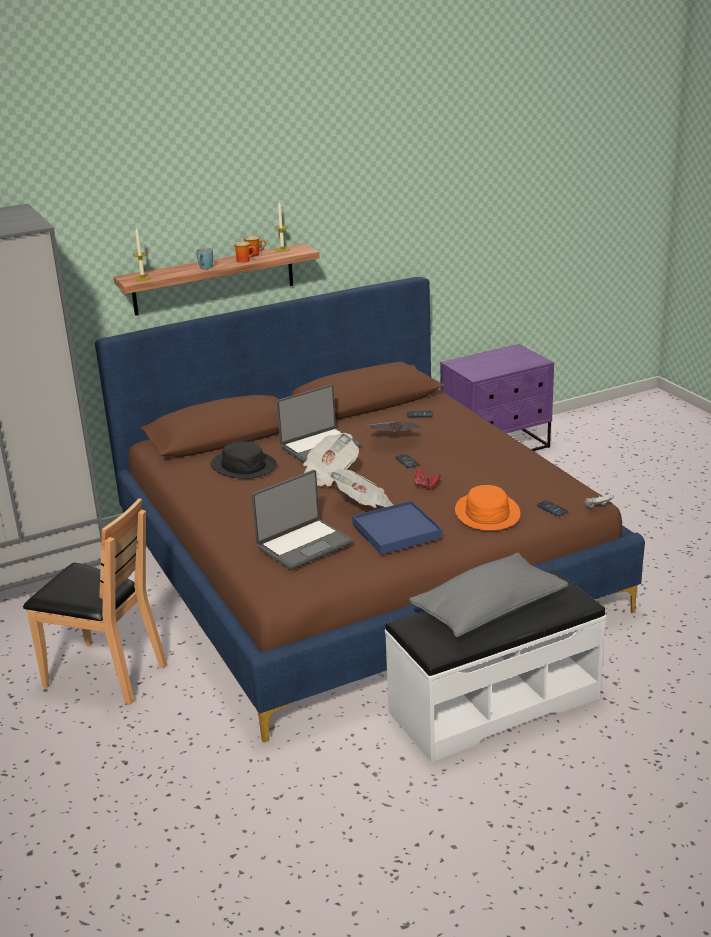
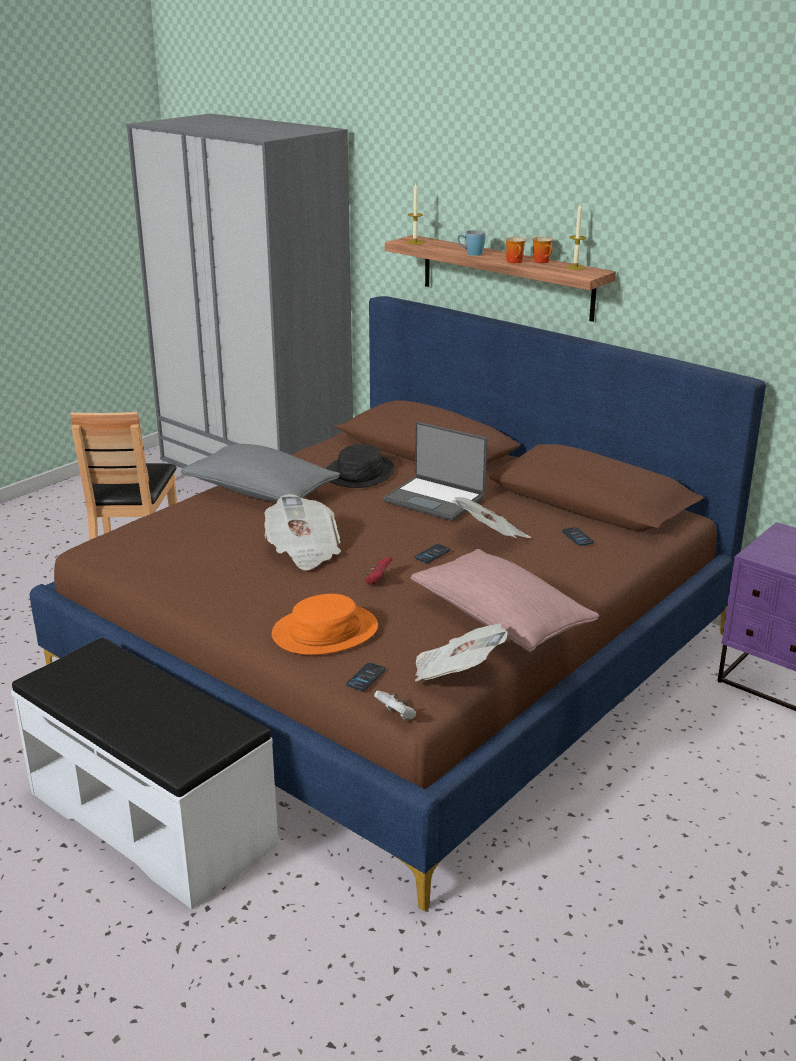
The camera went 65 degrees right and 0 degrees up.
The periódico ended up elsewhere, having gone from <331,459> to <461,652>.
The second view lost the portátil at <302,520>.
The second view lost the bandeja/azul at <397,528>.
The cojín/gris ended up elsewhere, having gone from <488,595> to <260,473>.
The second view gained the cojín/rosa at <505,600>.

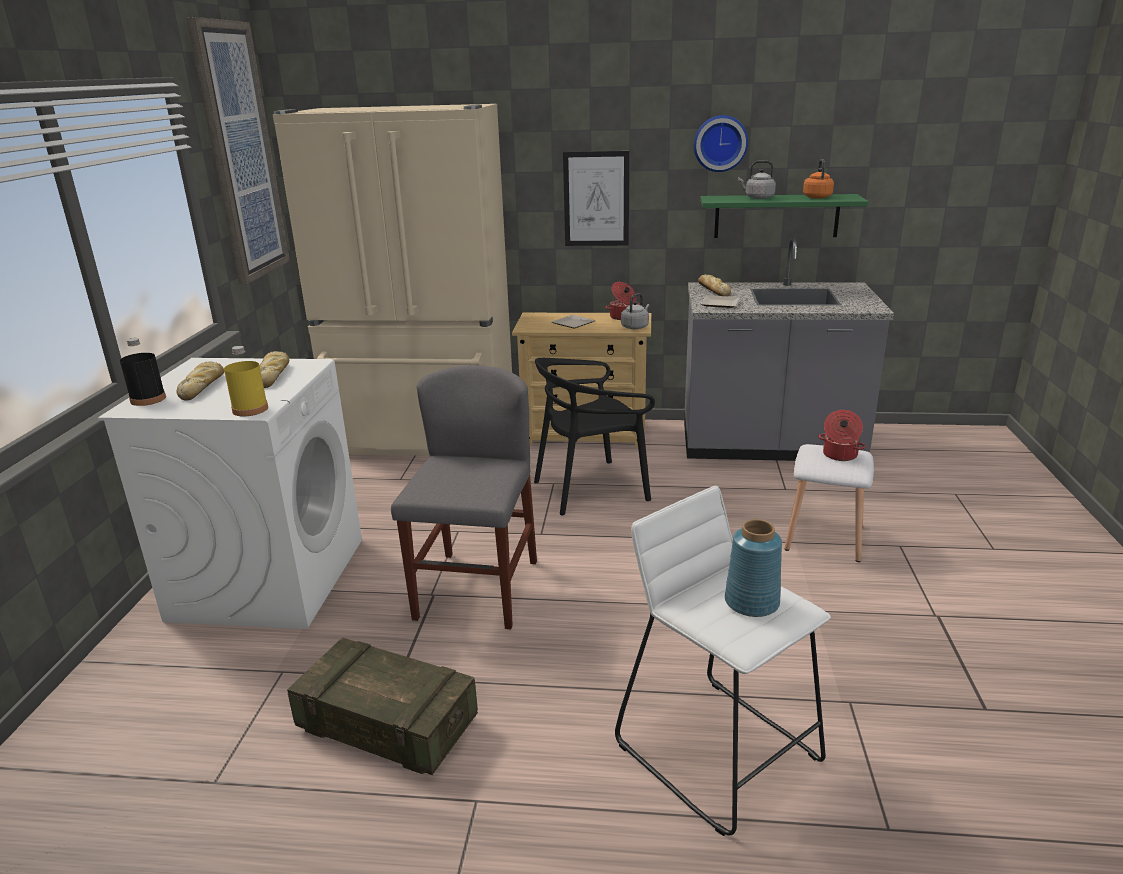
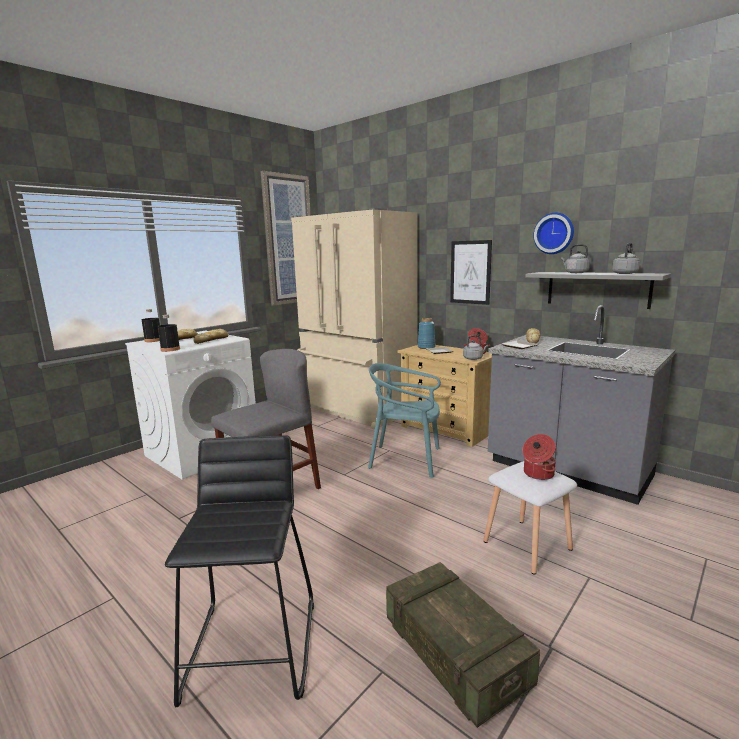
The camera went 35 degrees right and 10 degrees down.
What was the hervidor/naranja at <818,178> turned into the hervidor/gris at <626,258>.
What was the estante/verde at <784,216> turned into the estante/gris at <598,290>.
What was the botella/amarillo at <246,381> turned into the botella/negro at <169,333>.
What was the silla/negro at <594,436> turned into the silla/turquesa at <404,420>.
What was the taburete/blanco at <723,661> turned into the taburete/negro at <239,571>.
The florero/azul ended up elsewhere, having gone from <753,568> to <426,333>.
The caja de embalaje ended up elsewhere, having gone from <382,706> to <463,645>.

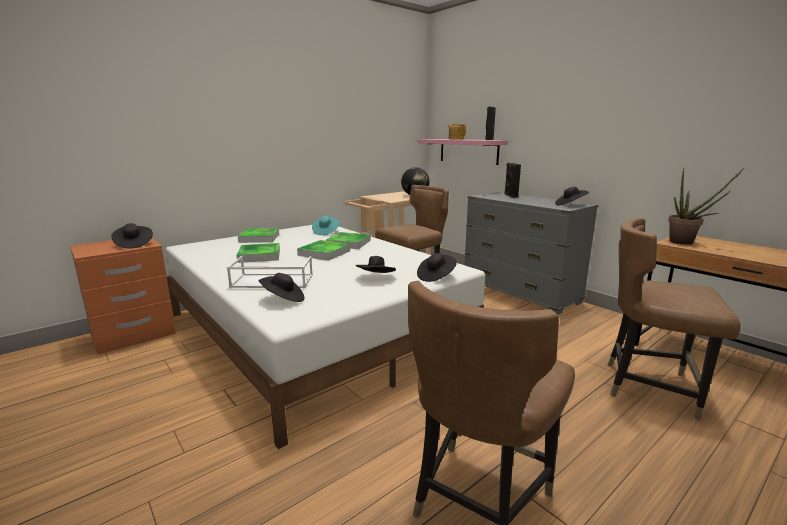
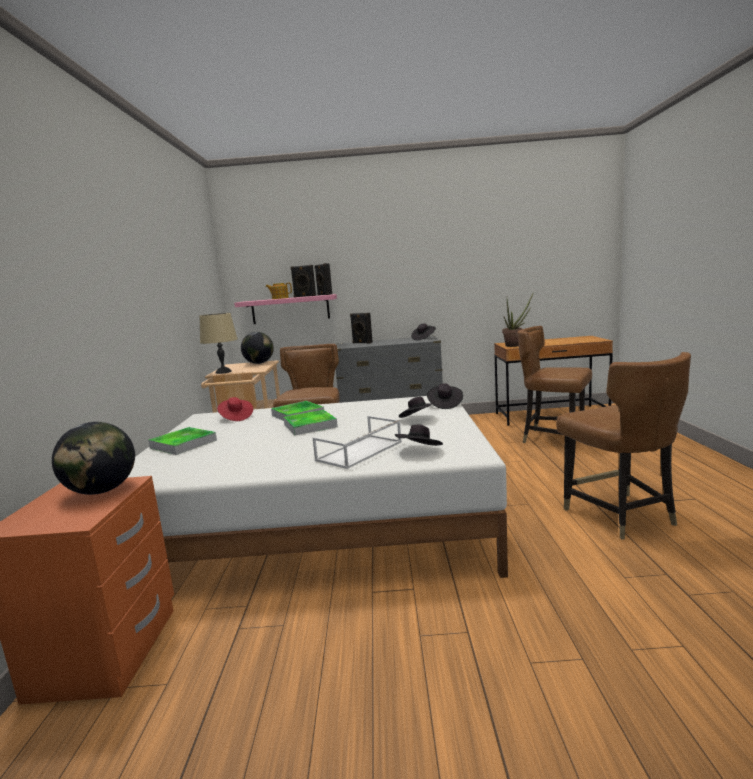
The camera went 50 degrees left and 5 degrees down.
What was the sombrero/turquesa at <326,225> turned into the sombrero/rojo at <235,409>.
The silla/marrón at <674,319> ended up facing another way, 60 degrees clockwise from before.
Where the sombrero/negro stood at <132,236>, the globo terráqueo came to stand at <93,458>.
The second view lost the bandeja at <258,253>.
The second view gained the altavoz/negro at <303,281>.
The second view gained the lámpara de mesa/beis at <218,343>.

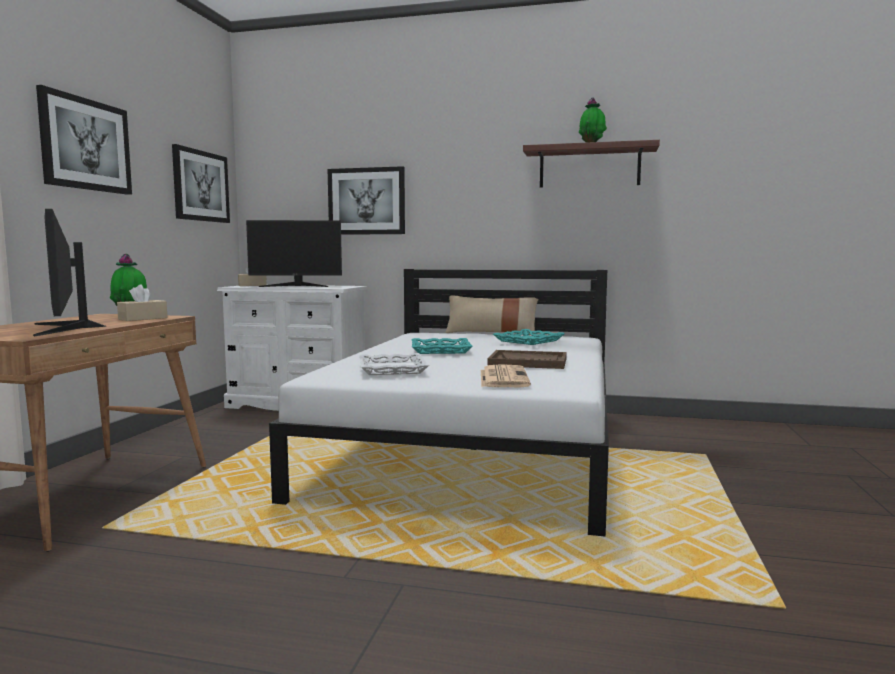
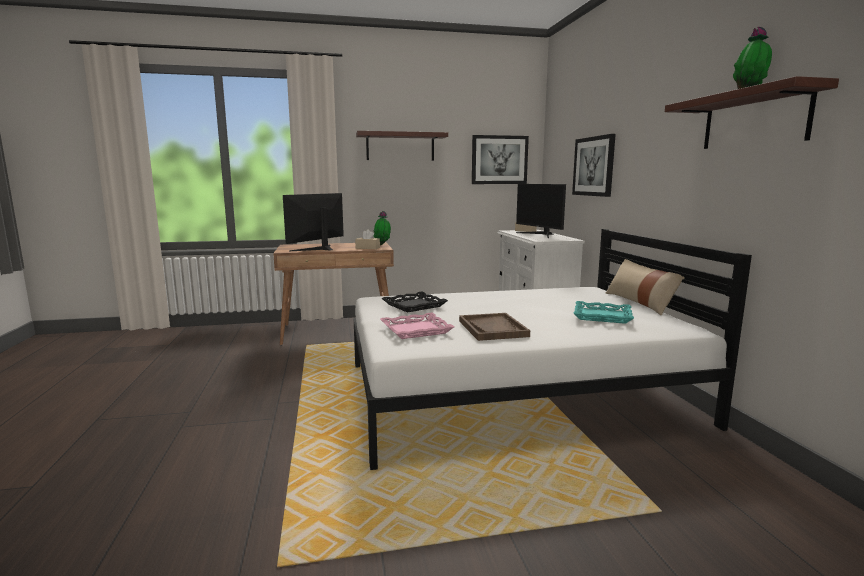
The camera went 65 degrees right and 5 degrees up.
Where the cuadro hung at <84,140>, the estante came to hang at <402,146>.
The second view lost the bandeja/turquesa at <442,346>.
What was the bandeja/blanco at <394,364> turned into the bandeja/negro at <414,302>.
Where the periódico stood at <506,375>, the bandeja/rosa came to stand at <417,325>.

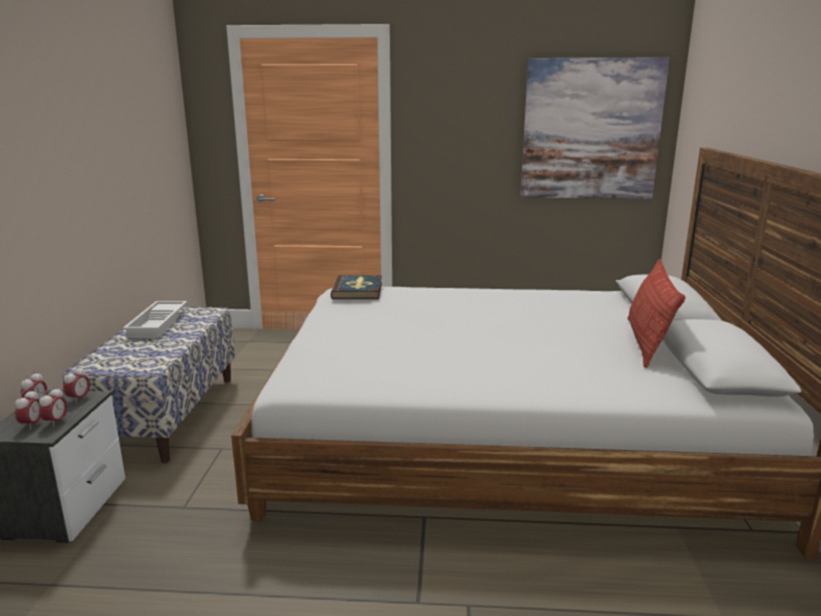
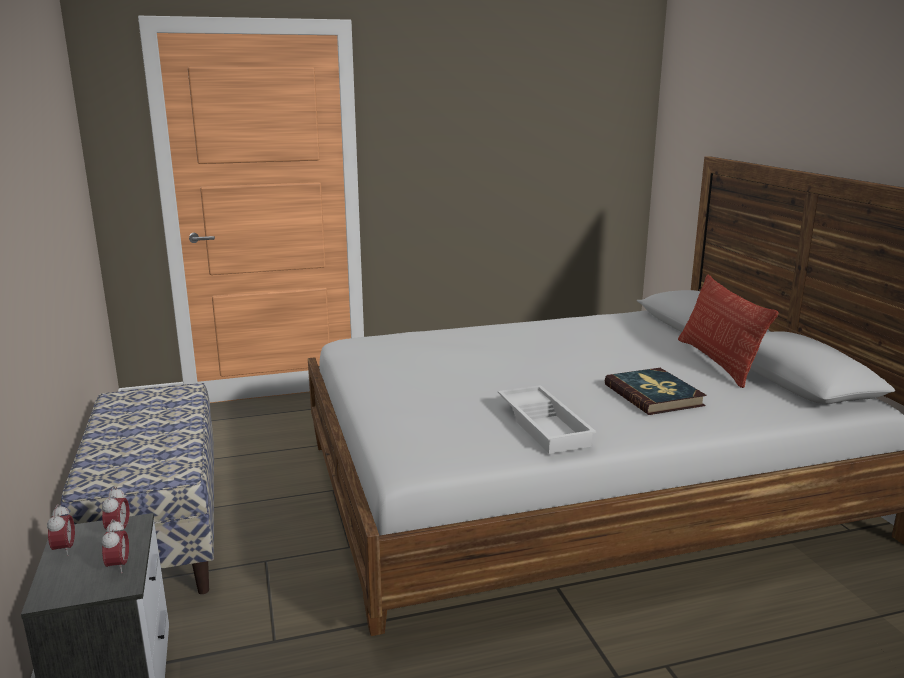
The camera went 20 degrees left and 0 degrees up.
The second view lost the cuadro at <595,128>.
The libro ended up elsewhere, having gone from <356,287> to <655,391>.
The bandeja/blanco ended up elsewhere, having gone from <155,319> to <547,419>.
The second view lost the despertador at <28,409>.

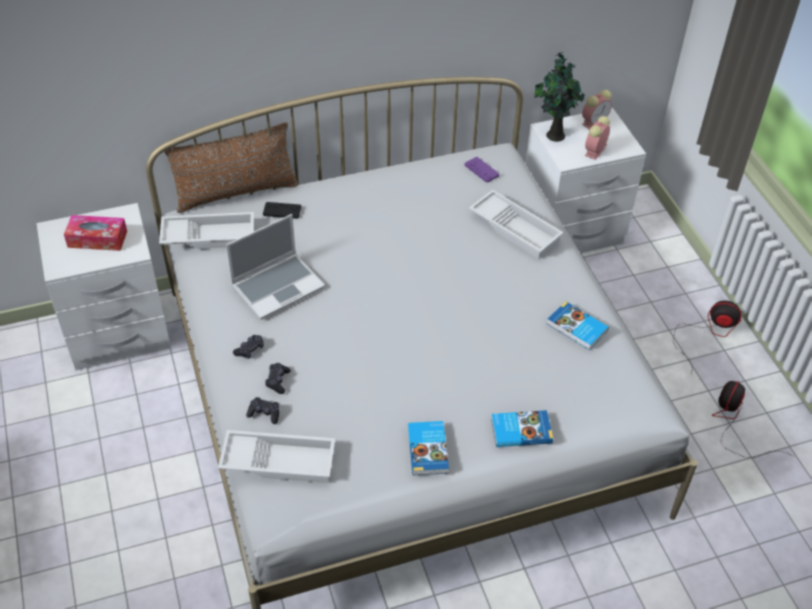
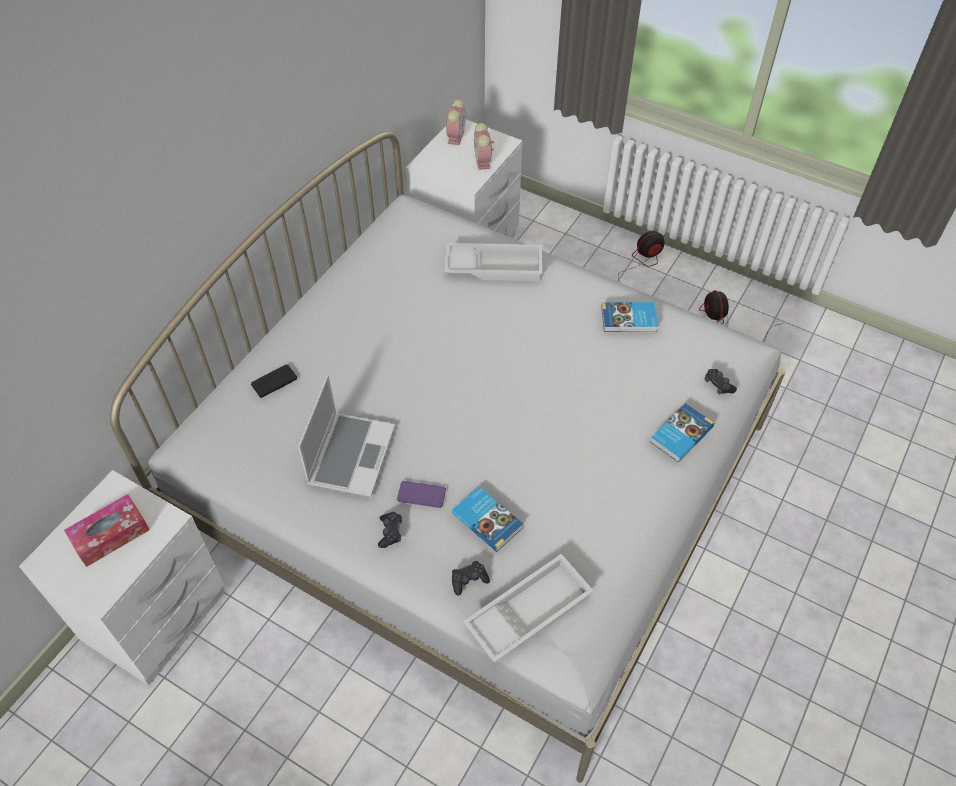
The camera went 40 degrees left and 5 degrees up.
The second view lost the planta en maceta at <559,97>.
The second view lost the cojín/marrón at <231,167>.
The mando de consola/morado ended up elsewhere, having gone from <482,170> to <421,494>.
The second view lost the bandeja/blanco at <206,230>.
The mando de consola/negro ended up elsewhere, having gone from <278,378> to <721,382>.
The libro ended up elsewhere, having gone from <428,448> to <487,519>.

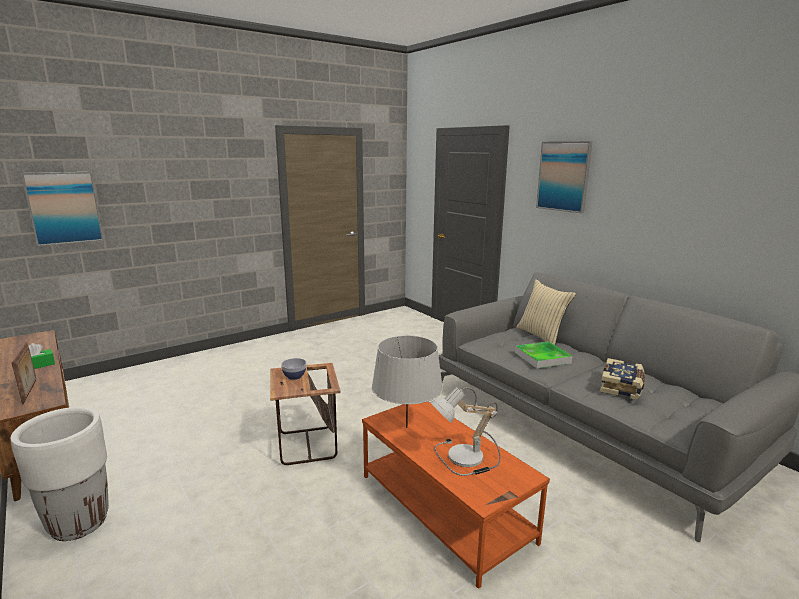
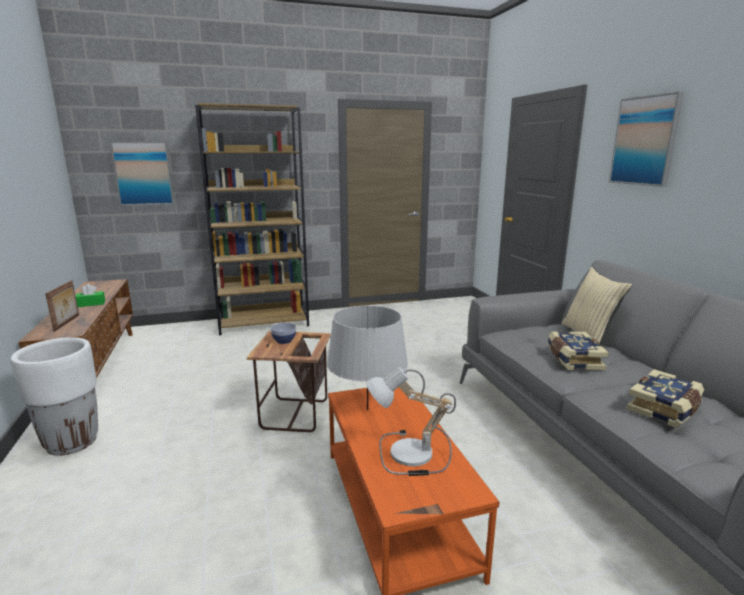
The camera went 20 degrees right and 0 degrees up.
Where the bandeja stood at <543,355>, the libro came to stand at <578,350>.
The second view gained the estantería/marrón at <252,219>.

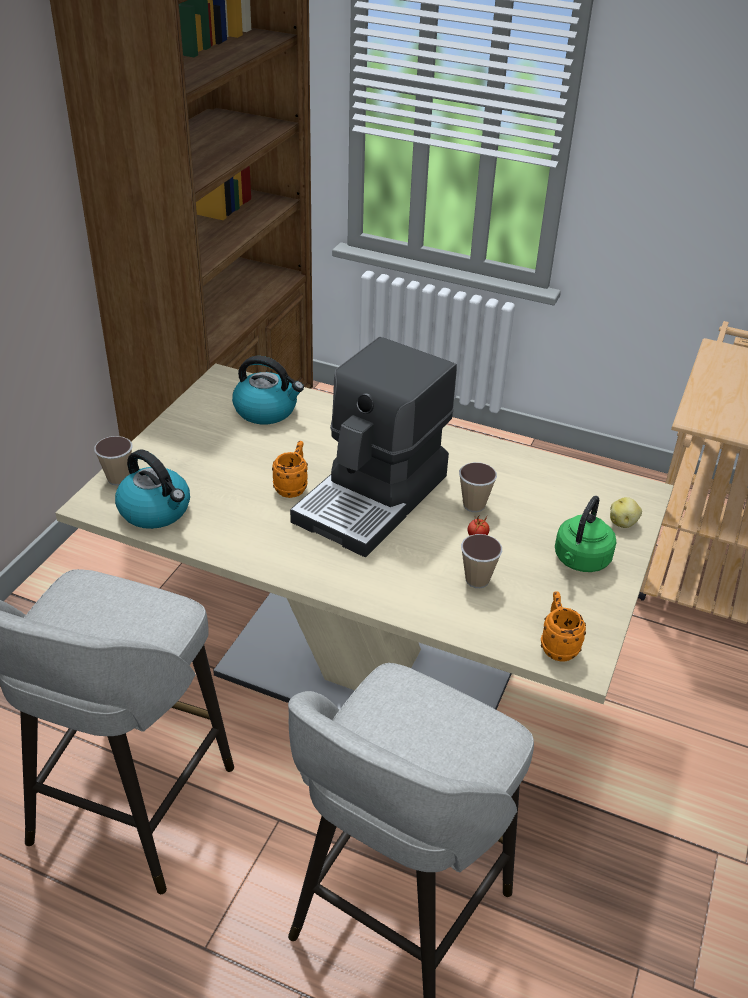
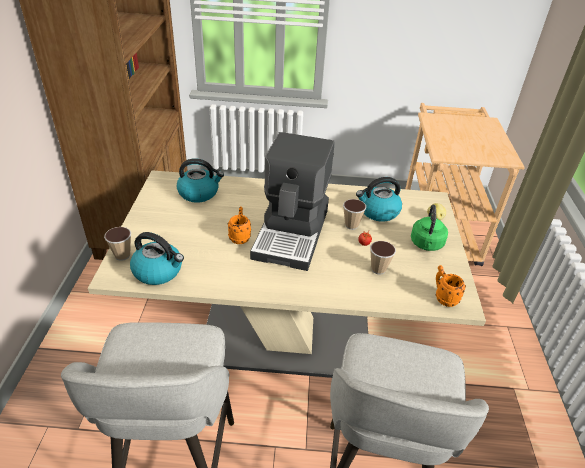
The camera went 20 degrees left and 0 degrees up.
The second view gained the hervidor at <379,199>.

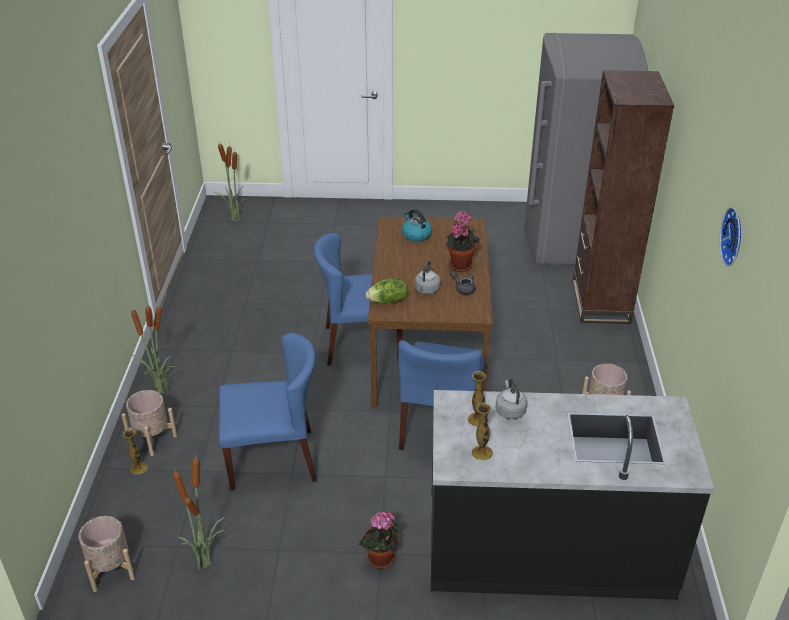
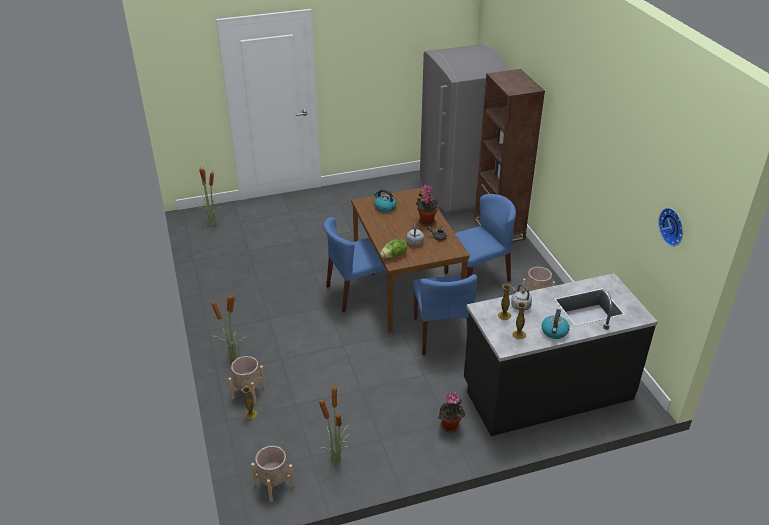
The camera went 20 degrees left and 0 degrees up.
The reloj de pared ended up elsewhere, having gone from <730,237> to <670,227>.
The silla/azul ended up elsewhere, having gone from <268,412> to <480,238>.
The second view gained the hervidor at <555,324>.

